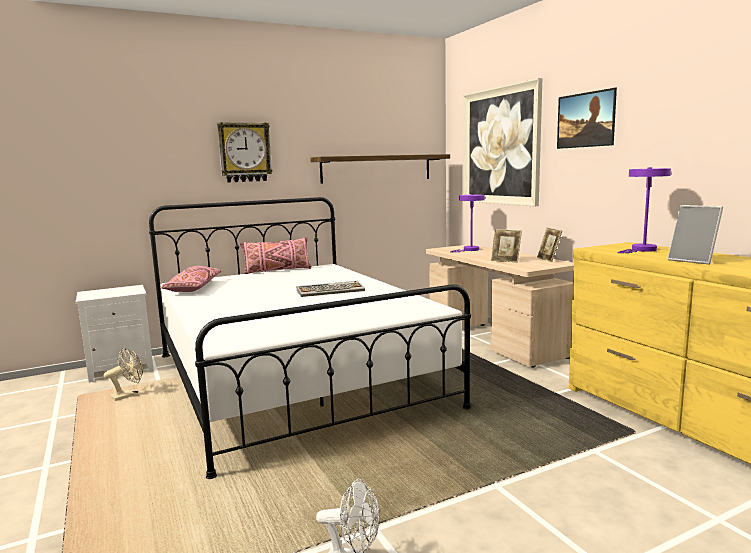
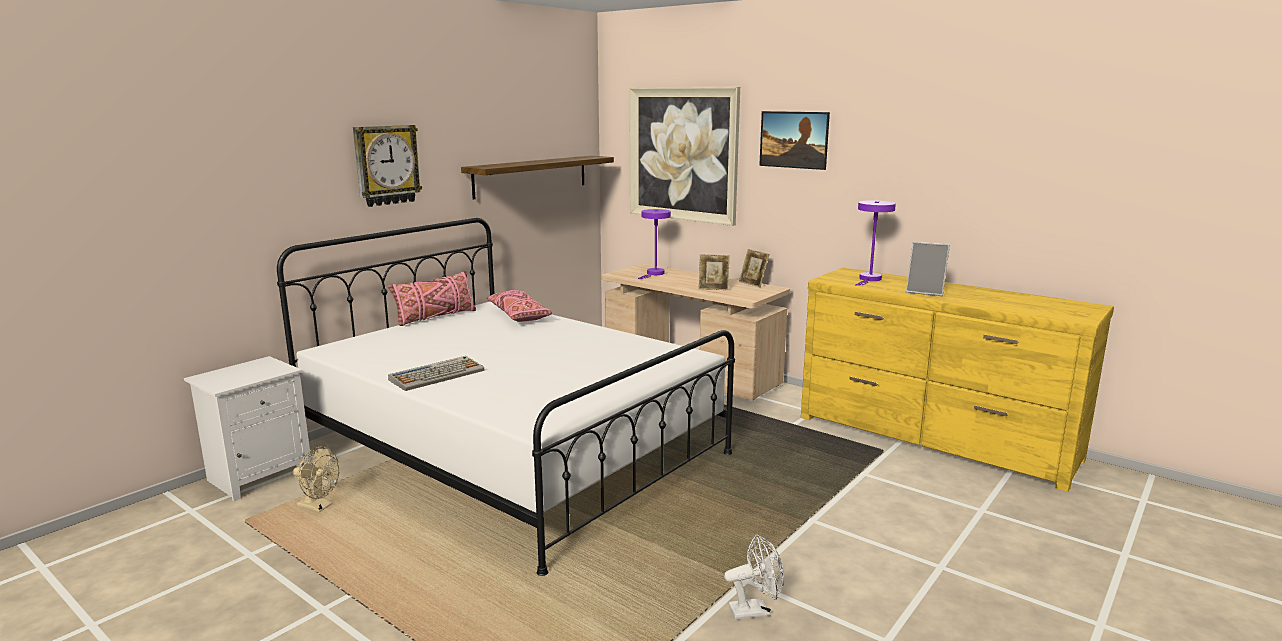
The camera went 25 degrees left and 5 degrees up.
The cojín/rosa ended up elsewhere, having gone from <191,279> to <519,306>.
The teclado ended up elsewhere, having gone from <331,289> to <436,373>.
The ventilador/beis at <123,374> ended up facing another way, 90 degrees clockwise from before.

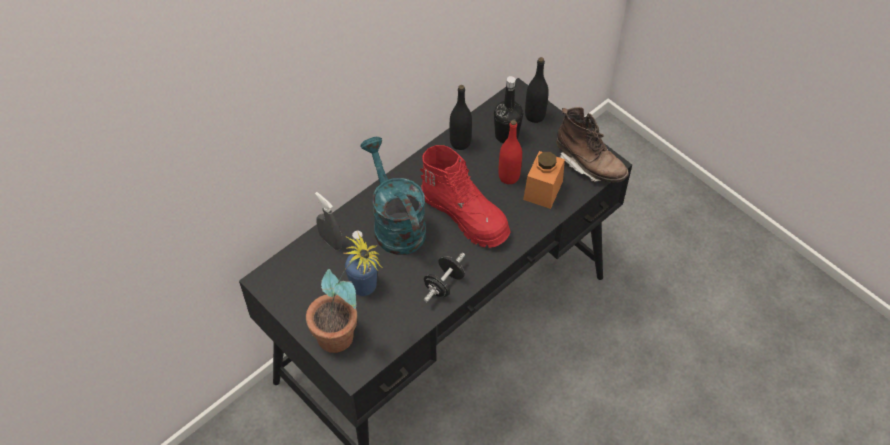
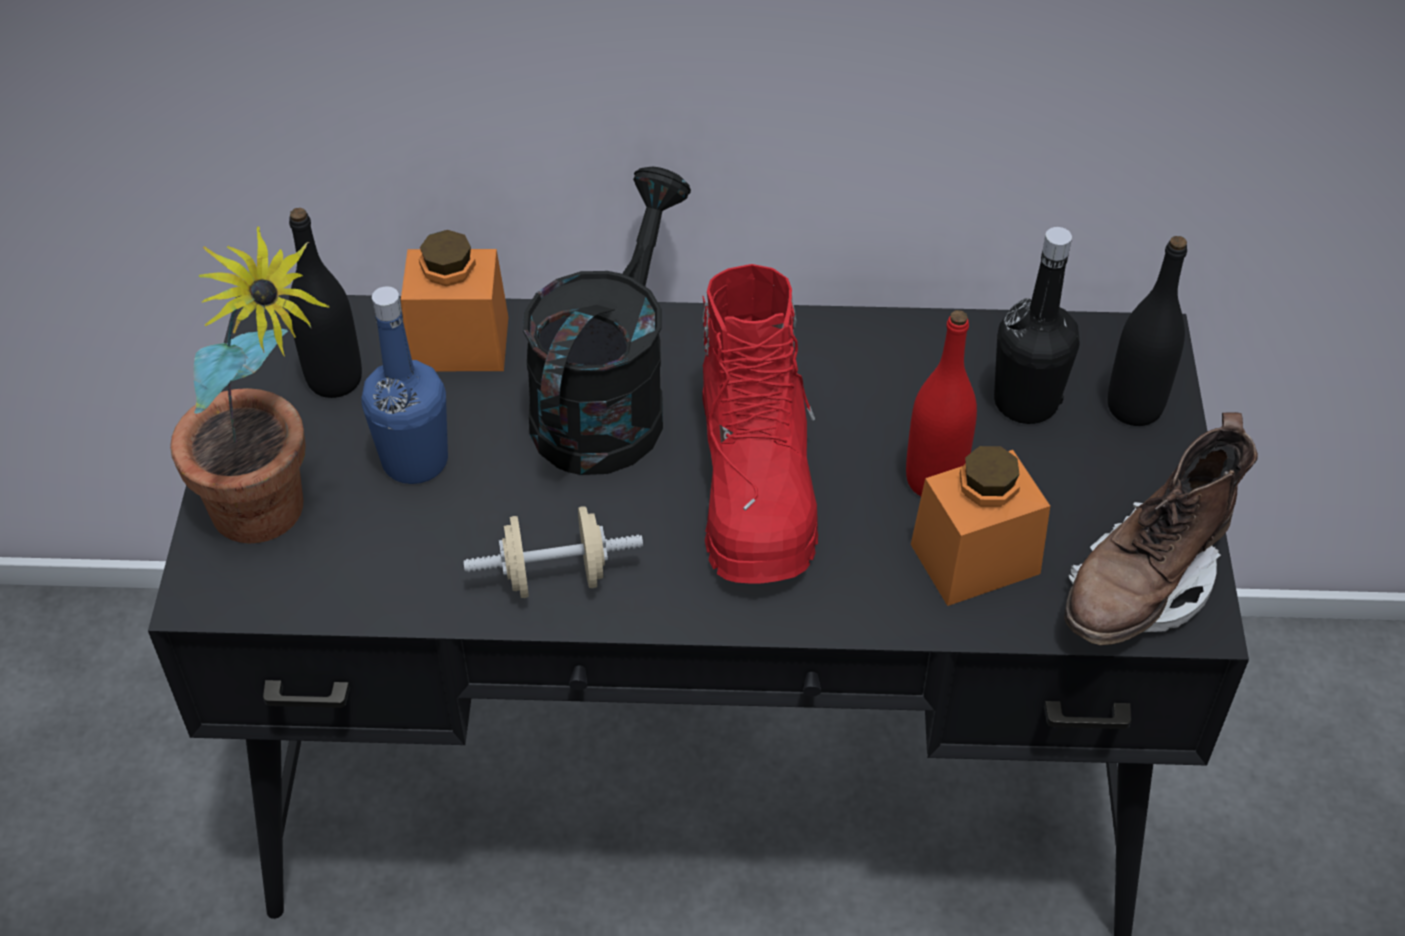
The camera went 45 degrees right and 5 degrees down.
The botella/negro ended up elsewhere, having gone from <461,117> to <325,303>.
The bota/marrón at <592,144> ended up facing another way, 45 degrees clockwise from before.
What was the regadera/turquesa at <393,196> turned into the regadera/negro at <607,321>.
Where the pulverizador/gris stood at <328,221>, the tarro/naranja came to stand at <454,300>.
What was the mancuerna/negro at <444,277> turned into the mancuerna/beis at <553,552>.

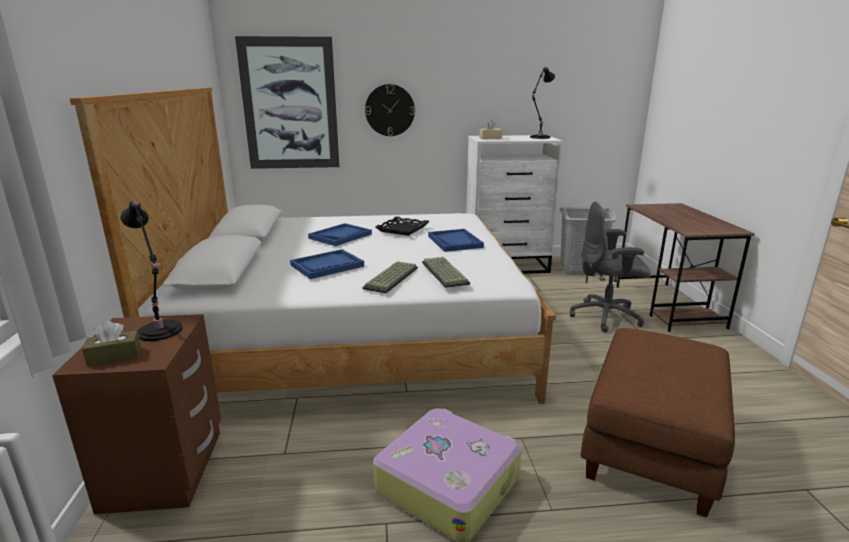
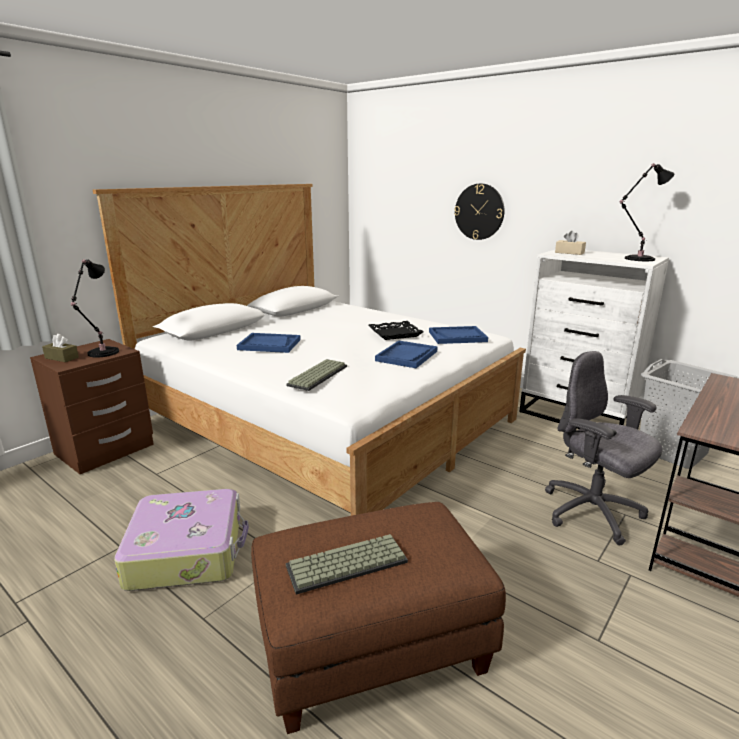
The camera went 45 degrees right and 0 degrees up.
The second view lost the cuadro at <287,102>.
The bandeja/azul ended up elsewhere, having gone from <340,234> to <458,335>.
The teclado ended up elsewhere, having gone from <390,277> to <347,564>.

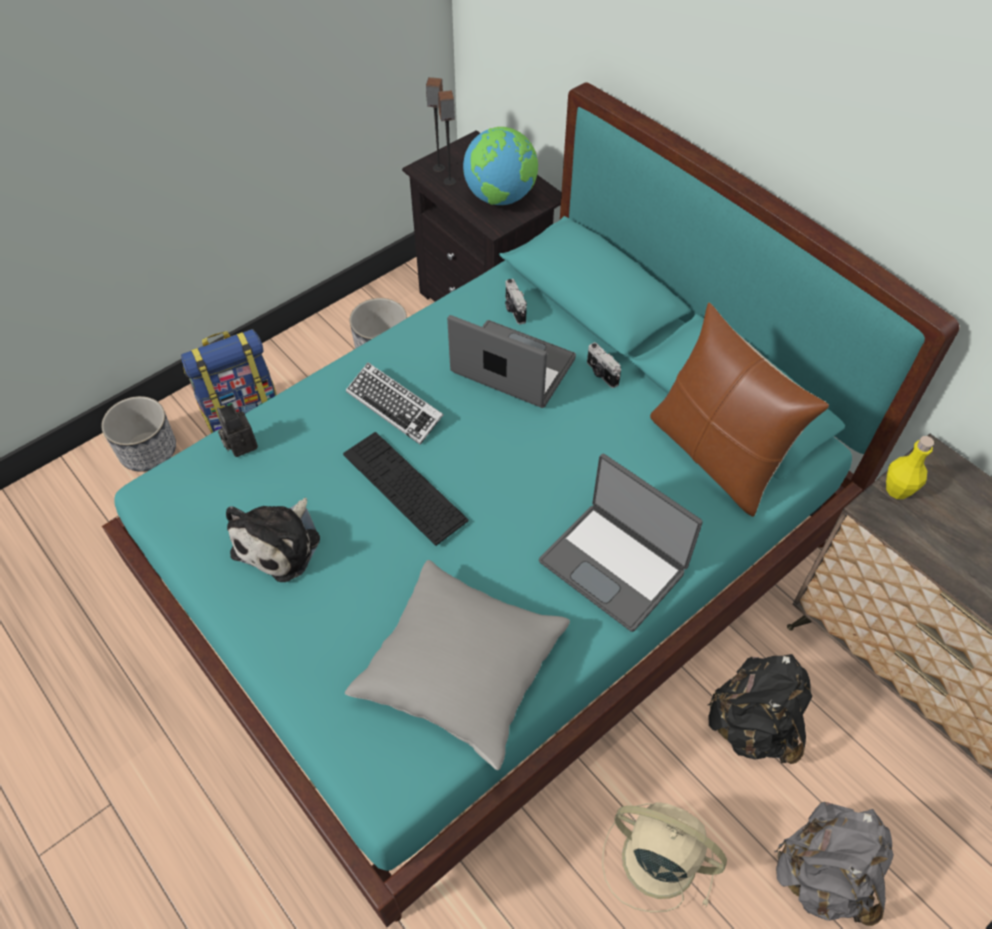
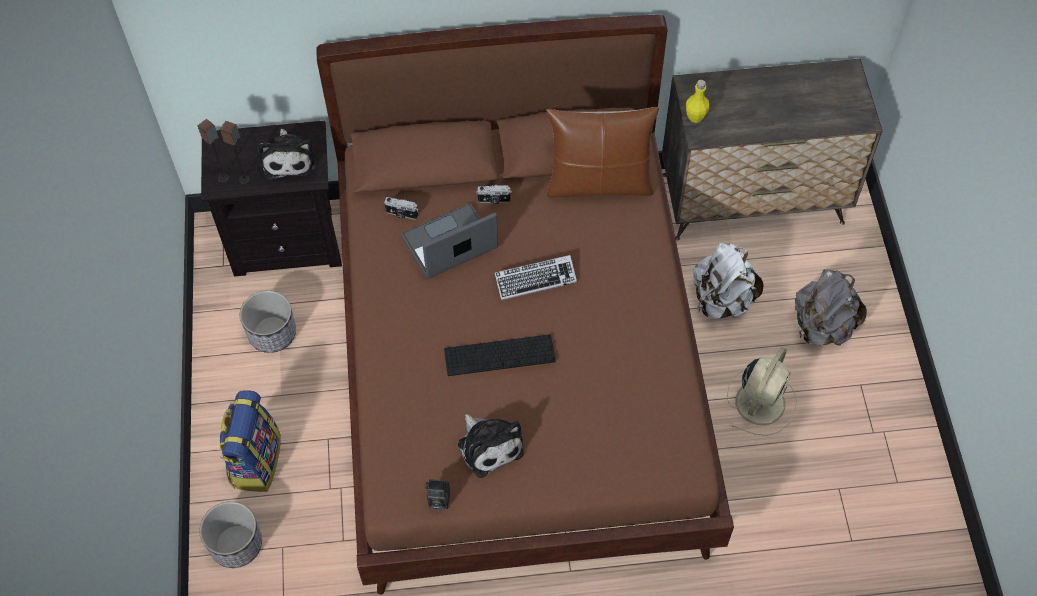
The camera went 55 degrees left and 5 degrees up.
What was the cama/turquesa at <530,504> turned into the cama/marrón at <525,304>.
Where the globo terráqueo stood at <500,166>, the peluche came to stand at <287,154>.
The teclado ended up elsewhere, having gone from <394,403> to <535,277>.
The cámara ended up elsewhere, having gone from <237,430> to <437,495>.
The second view lost the portátil at <621,543>.
The second view lost the cojín/gris at <457,665>.
What was the mochila/negro at <759,709> turned into the mochila/blanco at <728,281>.
The ventilador/beis at <664,857> ended up facing another way, 150 degrees clockwise from before.

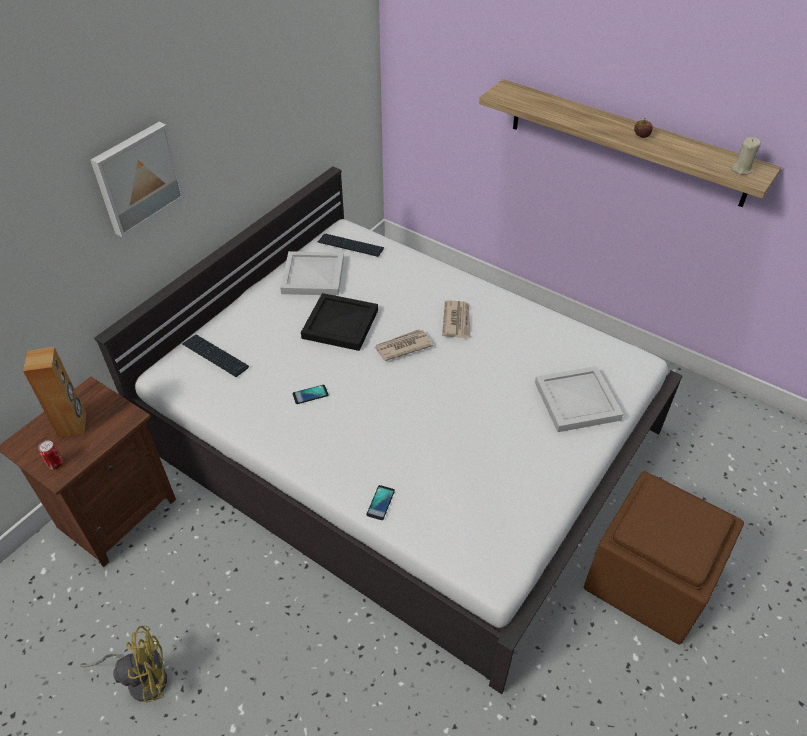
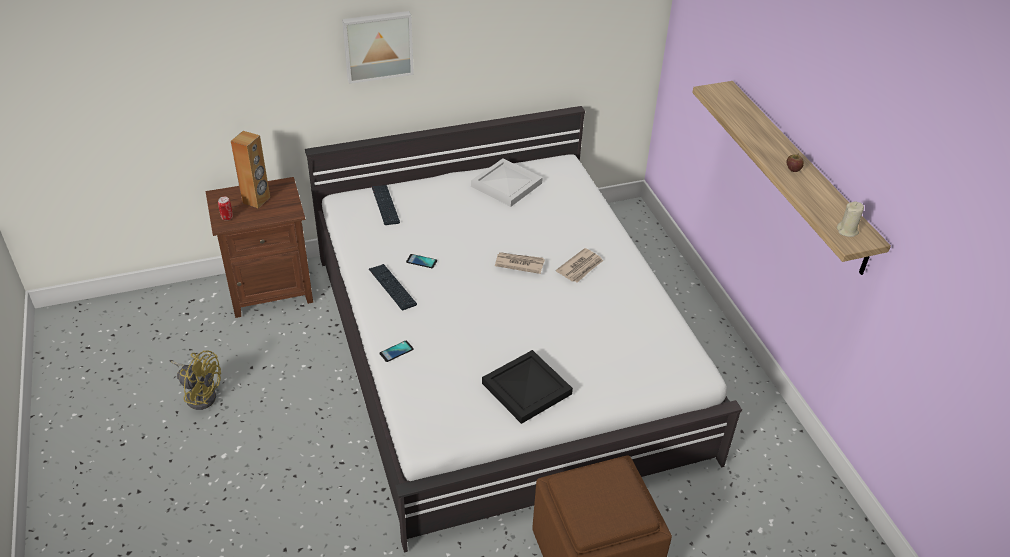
The camera went 35 degrees right and 5 degrees down.
The teclado ended up elsewhere, having gone from <351,245> to <393,287>.
The bandeja/negro ended up elsewhere, having gone from <339,322> to <527,387>.
The second view lost the bandeja/blanco at <579,399>.

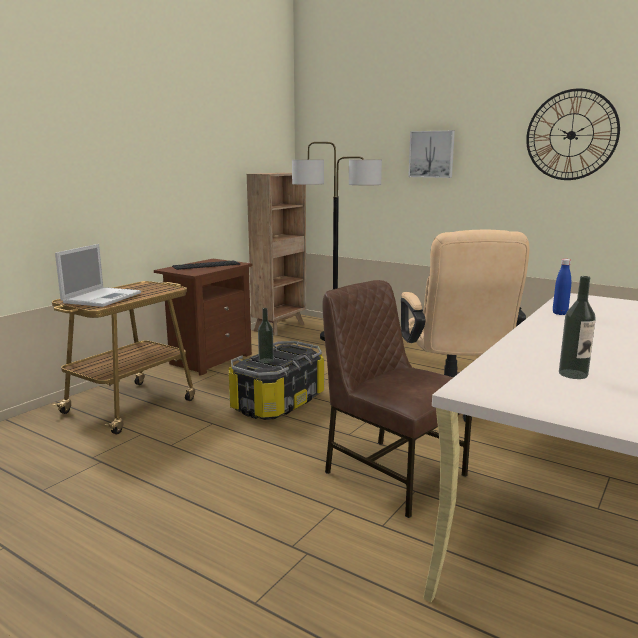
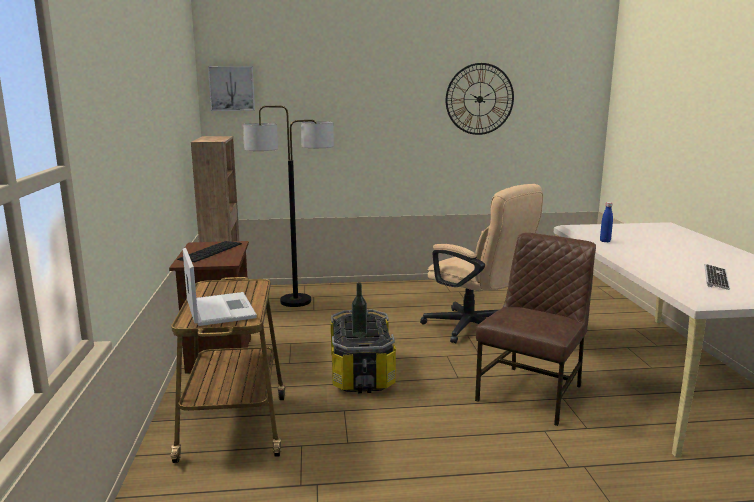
The camera went 40 degrees left and 0 degrees up.
The cuadro ended up elsewhere, having gone from <431,154> to <231,88>.
Where the botella stood at <577,327>, the teclado came to stand at <717,277>.
The silla/marrón at <397,399> ended up facing another way, 120 degrees clockwise from before.

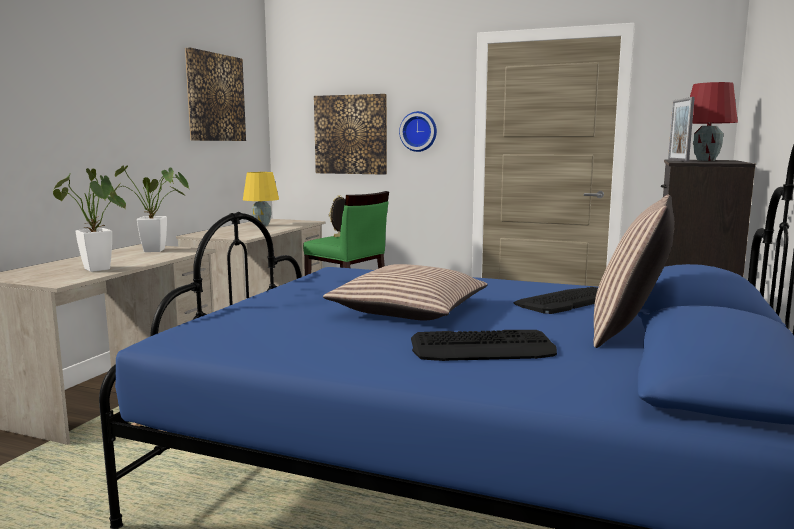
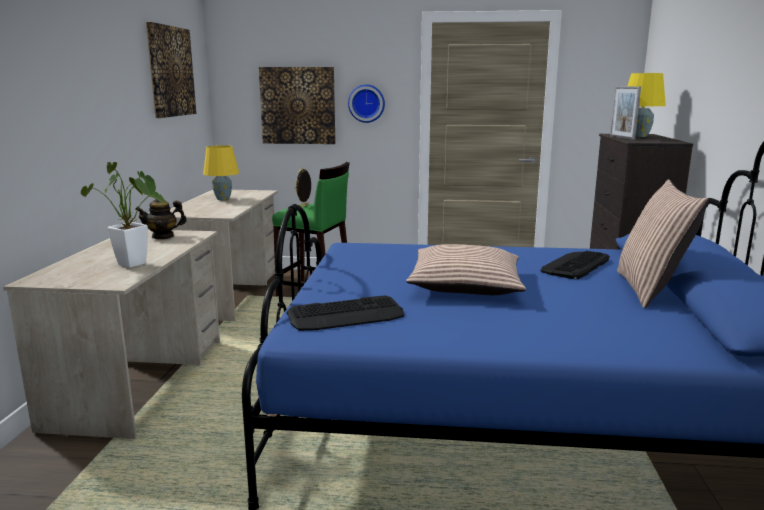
The camera went 15 degrees left and 5 degrees up.
What was the lámpara de mesa/rojo at <714,121> turned into the lámpara de mesa/amarillo at <647,105>.
Where the planta en maceta stood at <152,208>, the tetera came to stand at <161,219>.
The teclado ended up elsewhere, having gone from <484,345> to <345,313>.

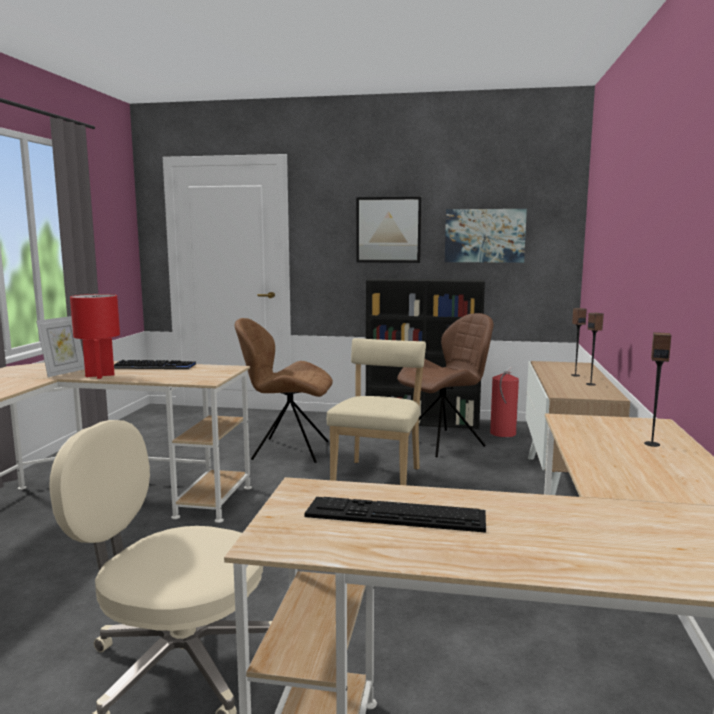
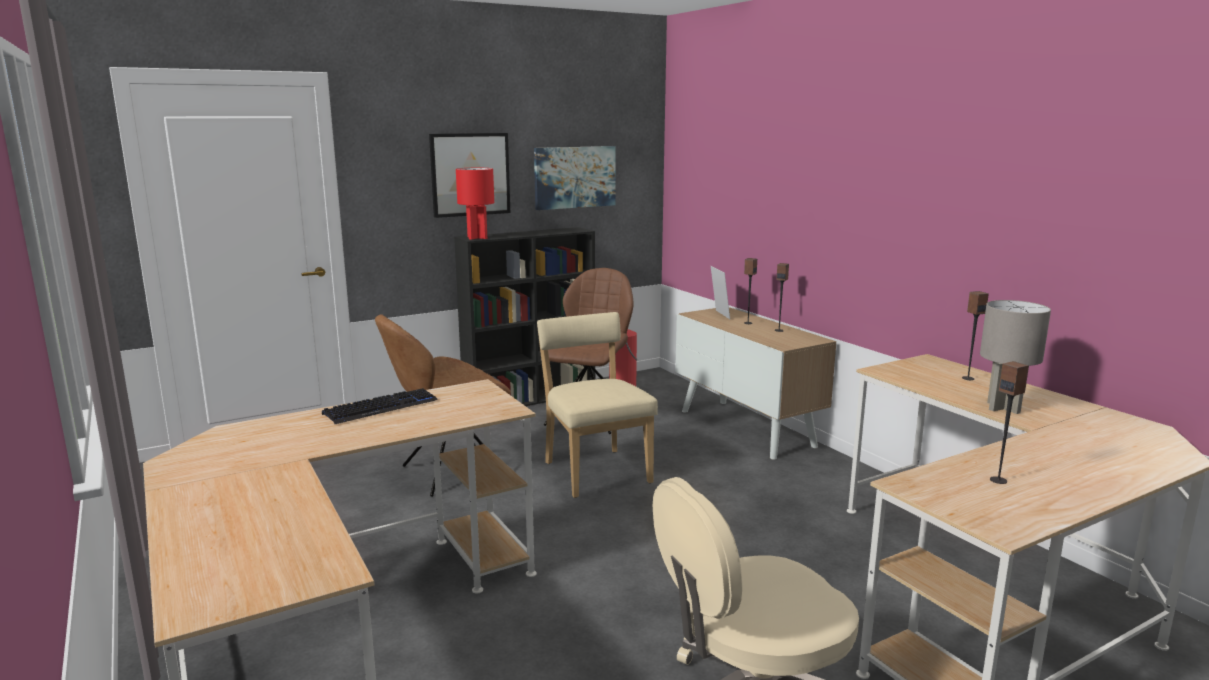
The camera went 40 degrees left and 5 degrees up.
The lámpara de mesa/rojo ended up elsewhere, having gone from <95,336> to <475,204>.
The portarretratos ended up elsewhere, having gone from <60,346> to <720,292>.
Where the teclado stood at <395,515>, the altavoz came to stand at <1009,422>.
The second view gained the lámpara de mesa/gris at <1015,357>.

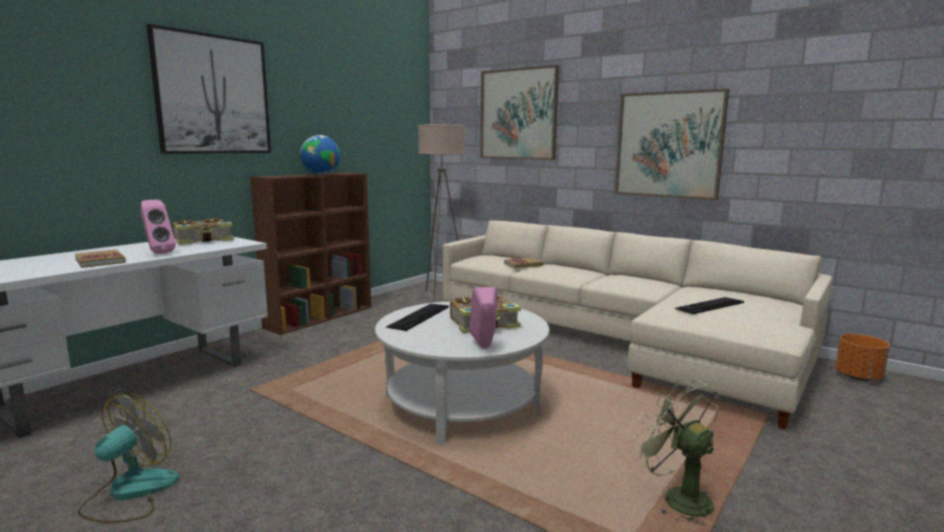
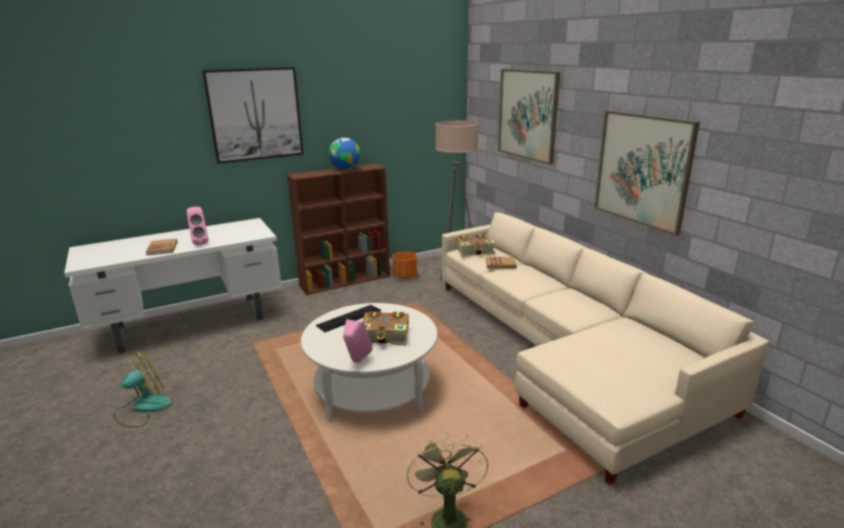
The camera went 25 degrees right and 10 degrees up.
The libro ended up elsewhere, having gone from <203,231> to <475,245>.
The second view lost the teclado at <709,305>.
The maceta/naranja ended up elsewhere, having gone from <862,357> to <404,265>.

